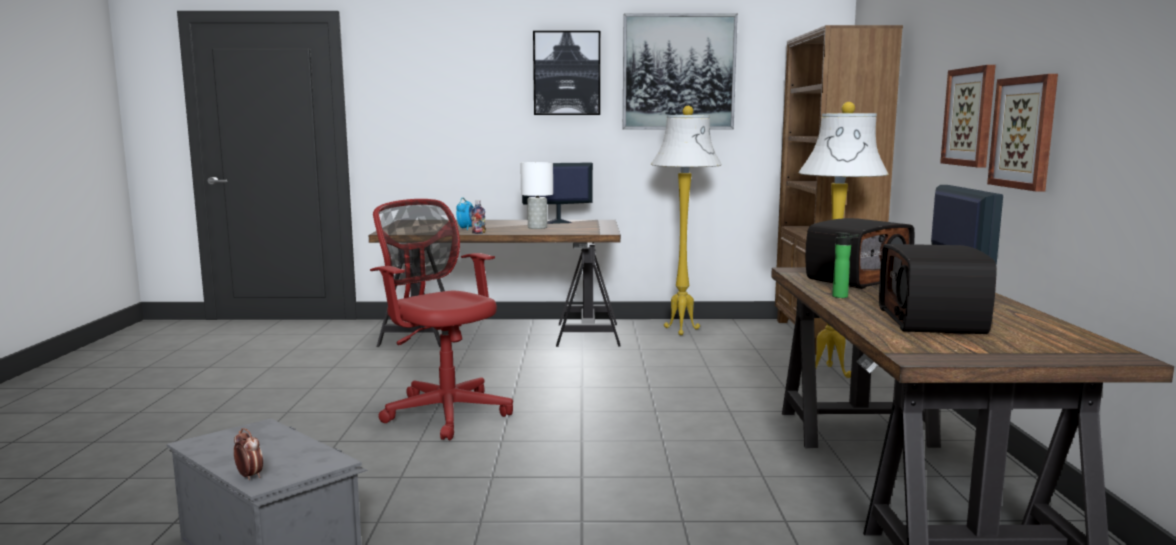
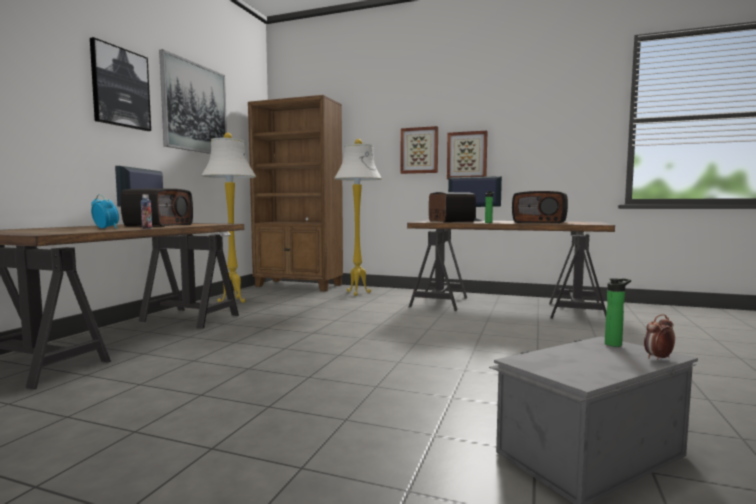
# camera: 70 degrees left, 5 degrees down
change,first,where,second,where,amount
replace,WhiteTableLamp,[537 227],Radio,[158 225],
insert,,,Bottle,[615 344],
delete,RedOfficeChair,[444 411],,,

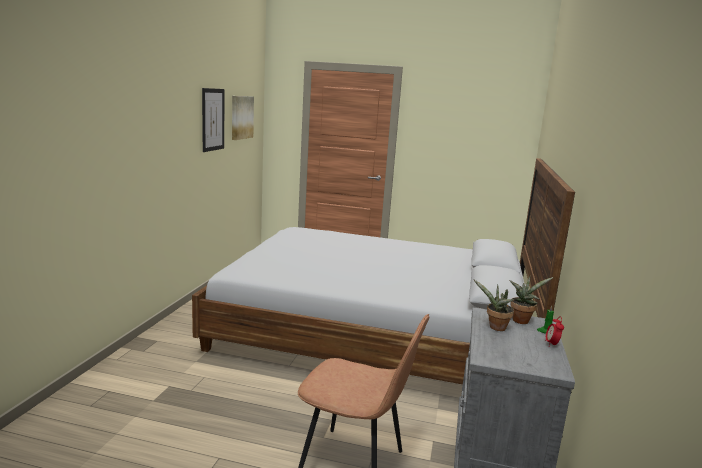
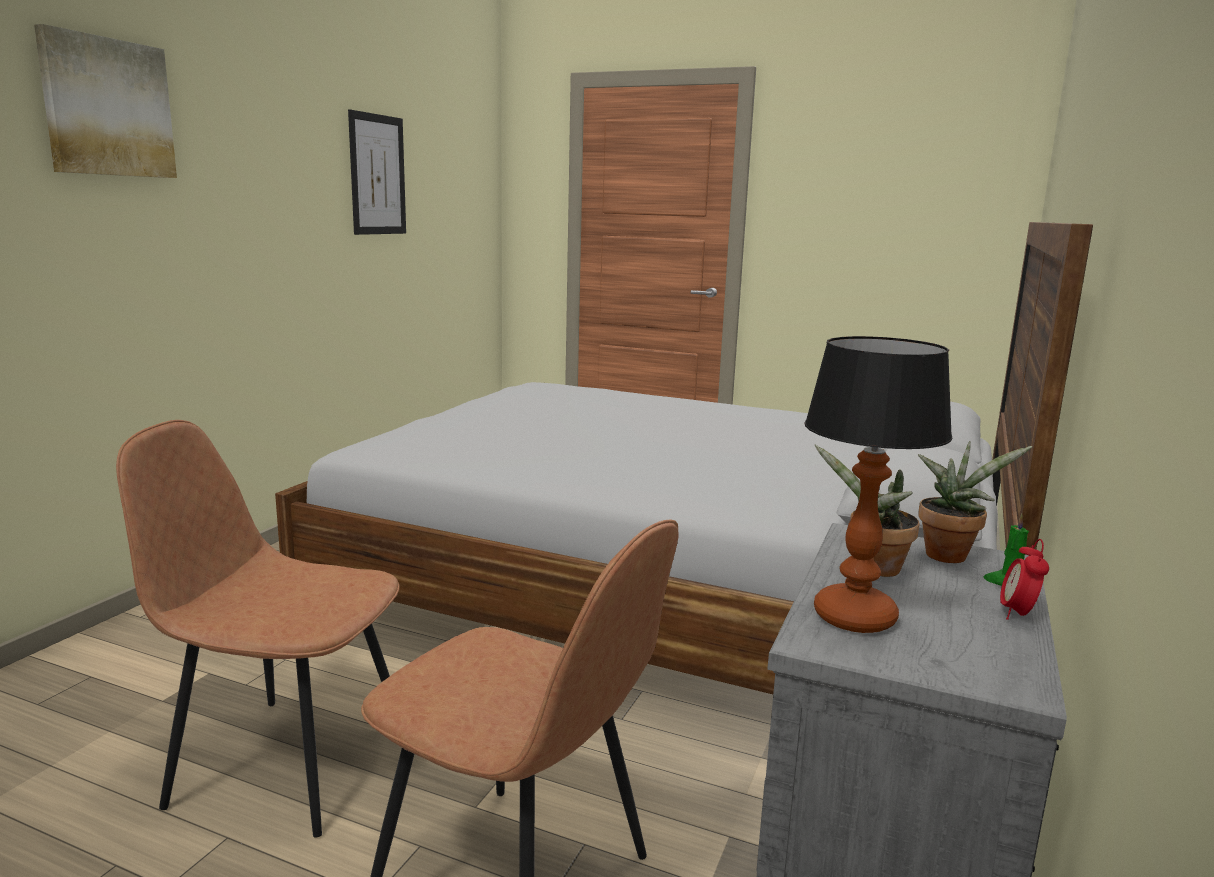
# camera: 10 degrees right, 0 degrees up
change,first,where,second,where,amount
move,Picture,[241 117],,[107 107],
insert,,,BrownChair,[286 761],
insert,,,TableLamp,[852 617],

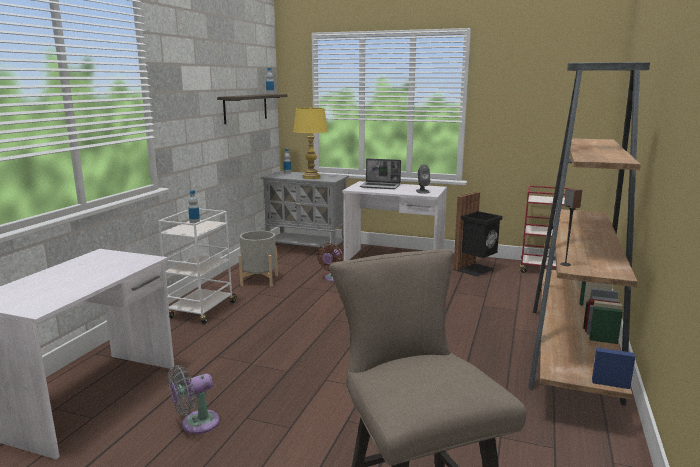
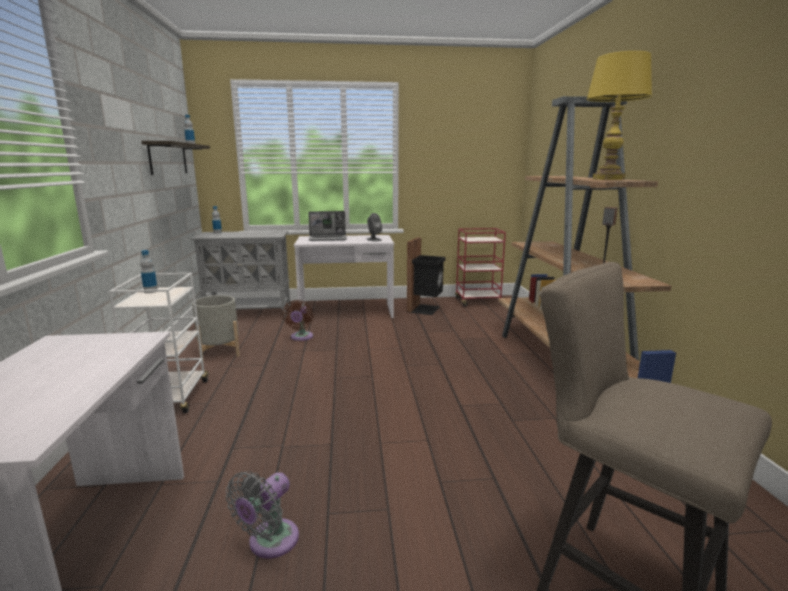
# camera: 25 degrees left, 0 degrees up
change,first,where,second,where,amount
move,YellowTableLamp,[311 177],,[608 179],

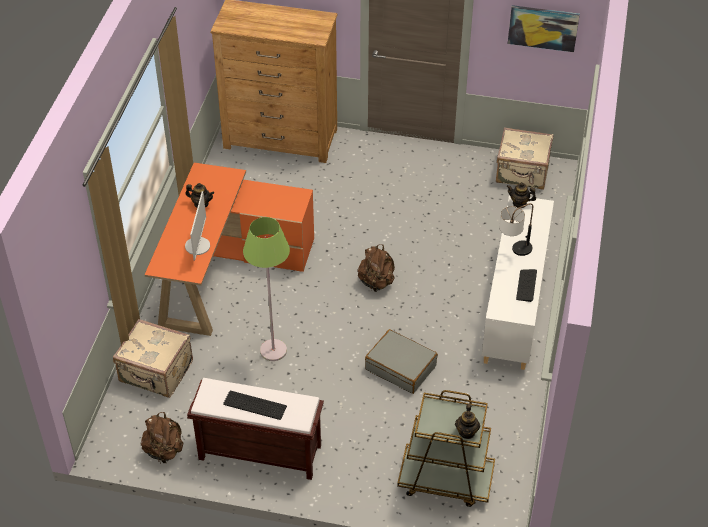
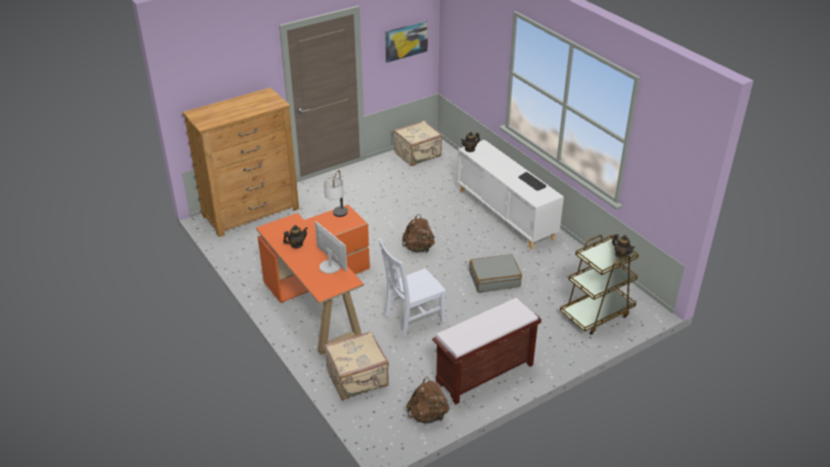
# camera: 45 degrees left, 10 degrees down
change,first,where,second,where,amount
move,TableLamp,[513 252],,[337 216],
replace,GreenFloorLamp,[273 350],WhiteChair,[412 318],
delete,Keyboard,[254 406],,,

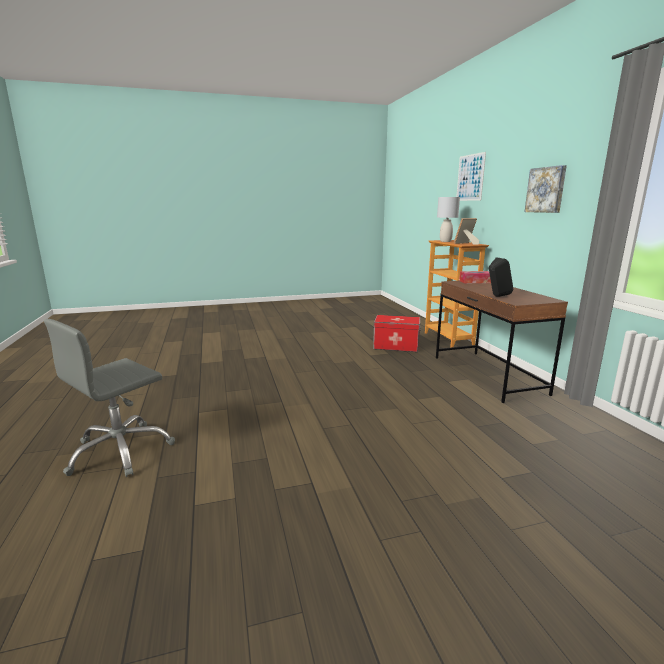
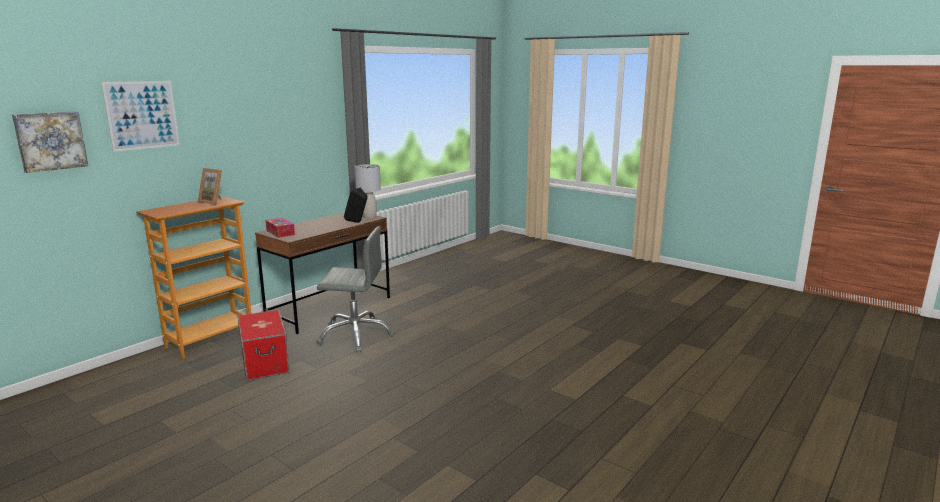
# camera: 125 degrees left, 0 degrees up
change,first,where,second,where,amount
move,Picture,[546 190],,[50 141],
move,GreyOfficeChair,[120 451],,[355 335],
move,GreyTableLamp,[445 241],,[369 217],

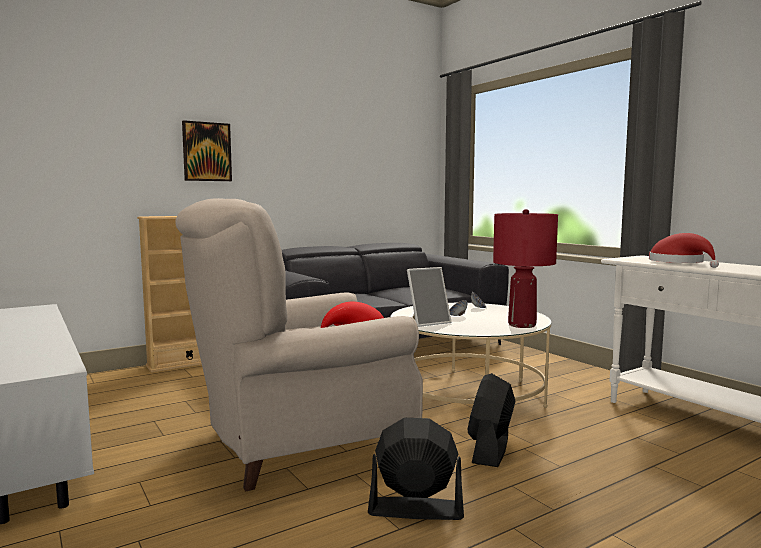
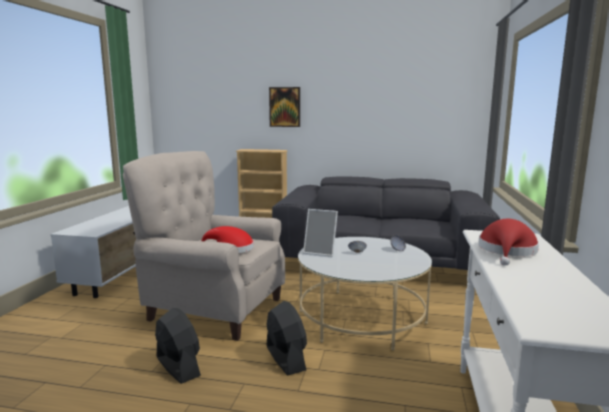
# camera: 45 degrees right, 5 degrees up
change,first,where,second,where,amount
rotate,BlackFan,[490 450],,[285 358],90 degrees clockwise
delete,RedTableLamp,[522 325],,,

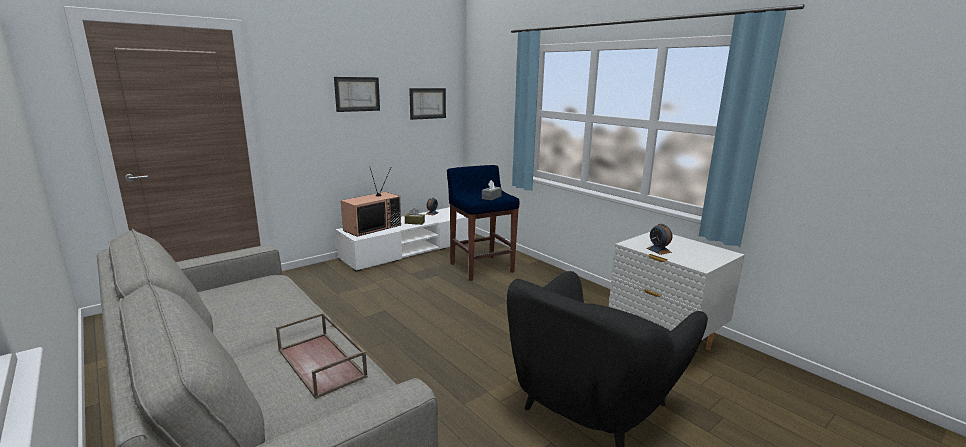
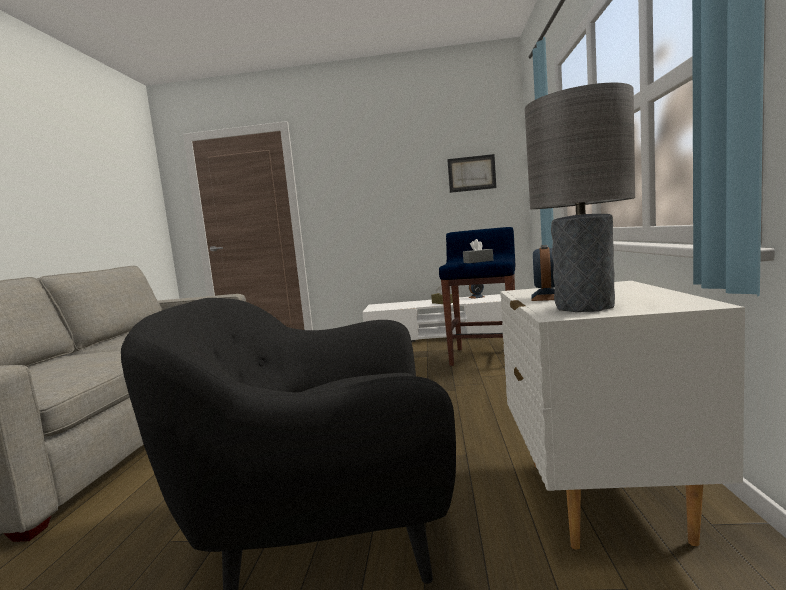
# camera: 45 degrees right, 10 degrees down
change,first,where,second,where,amount
insert,,,GreyTableLamp,[584 307],
delete,BrownTray,[322 363],,,
delete,Picture,[357 94],,,
delete,Television,[372 227],,,

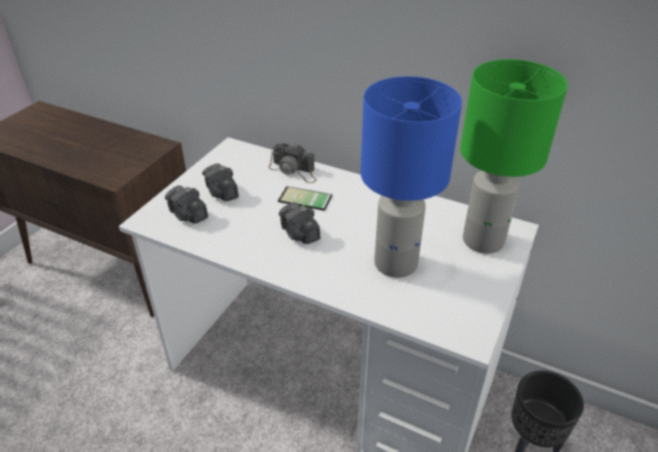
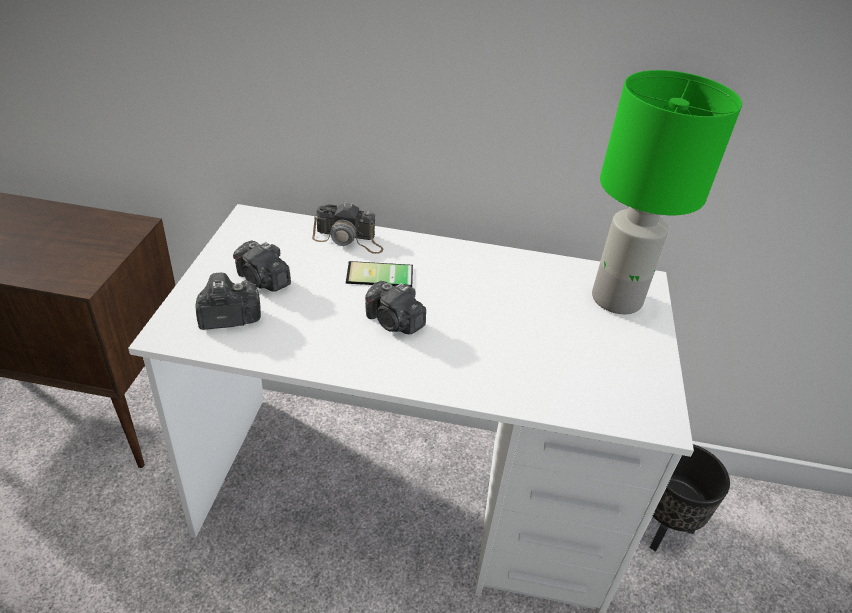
# camera: 20 degrees left, 0 degrees up
change,first,where,second,where,amount
rotate,PhotoCamera,[188 215],,[228 318],135 degrees clockwise
delete,BlueTableLamp,[397 263],,,

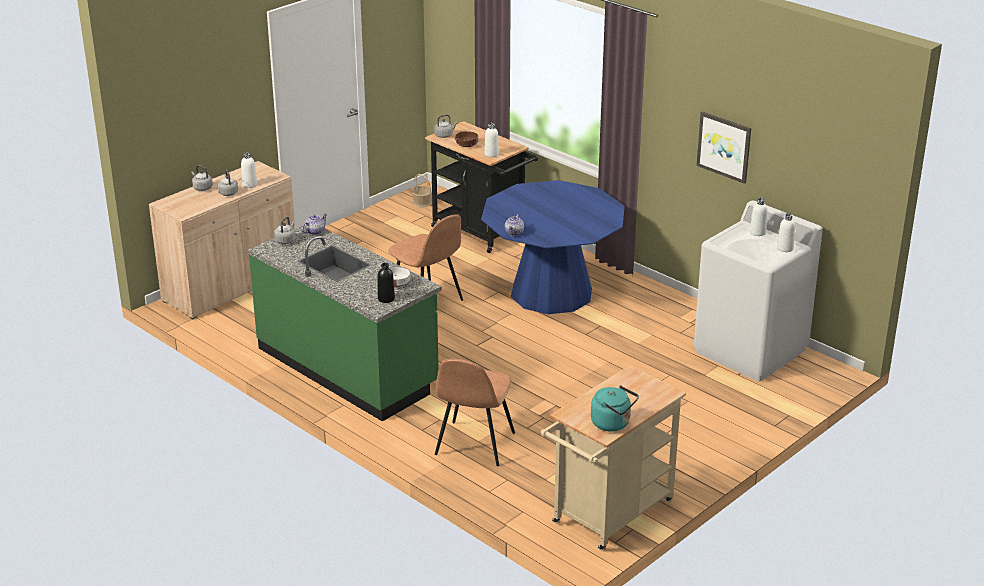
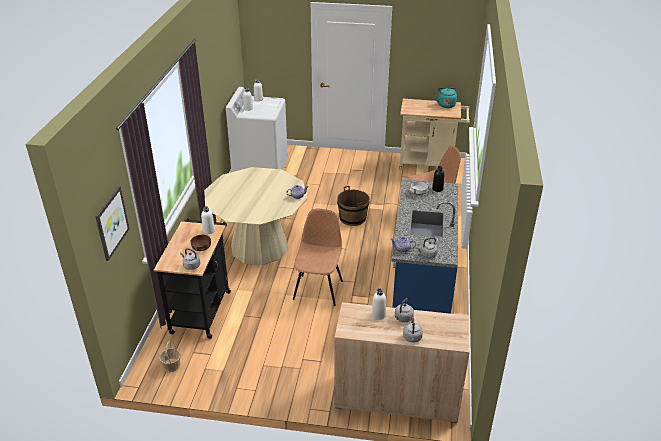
# camera: 125 degrees left, 5 degrees up
change,first,where,second,where,amount
move,Picture,[724 146],,[111 222],
recolor,BlueDiningTable,[551 293],BeigeDiningTable,[259 247],
insert,,,BrownBucket,[352 218],
recolor,GreenCounter,[348 367],BlueCounter,[420 283],

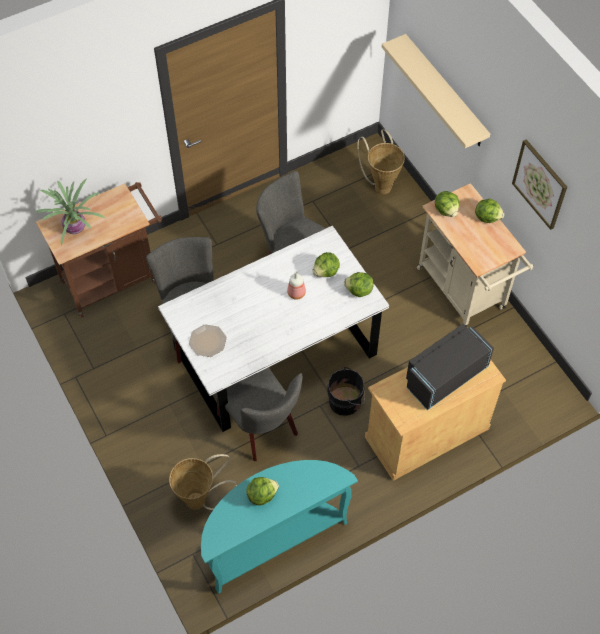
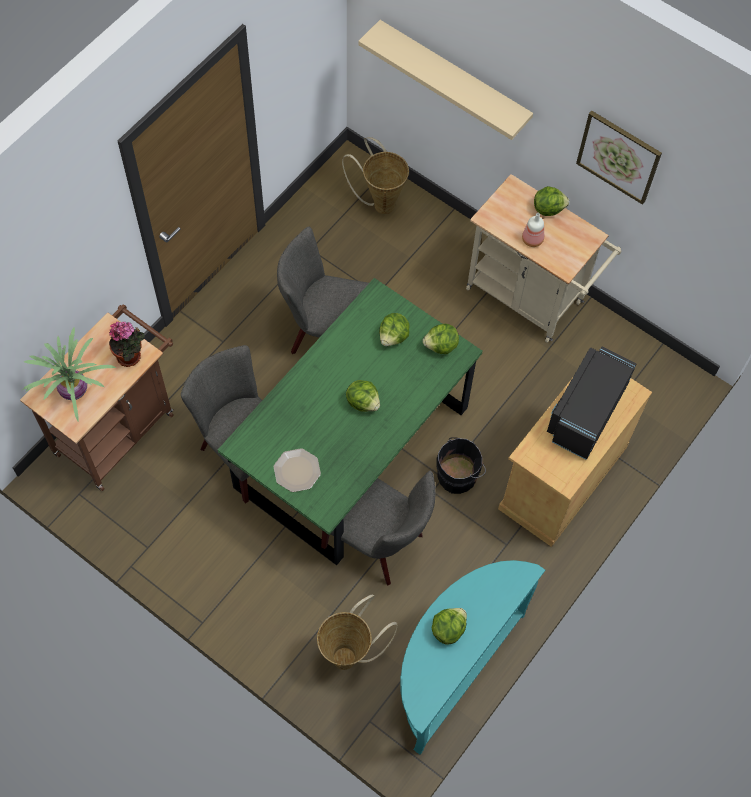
# camera: 25 degrees left, 5 degrees up
change,first,where,second,where,amount
insert,,,PottedPlant,[131 356],
recolor,WhiteDiningTable,[275 351],GreenDiningTable,[351 446],
move,Lettuce,[446 210],,[363 402],
move,Bottle,[297 293],,[533 239],

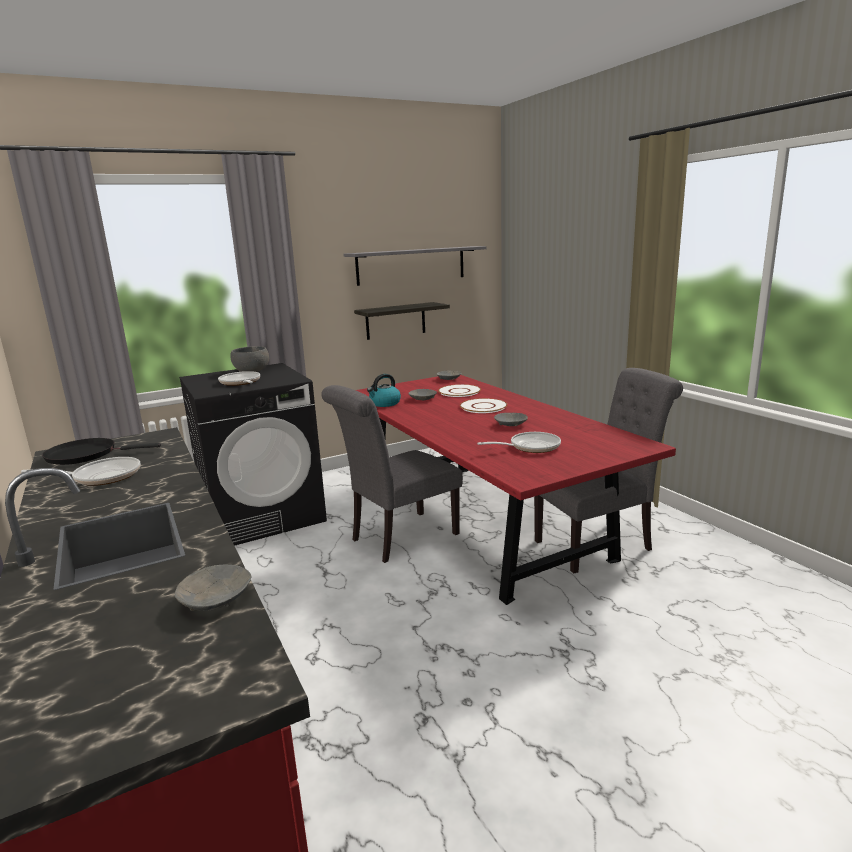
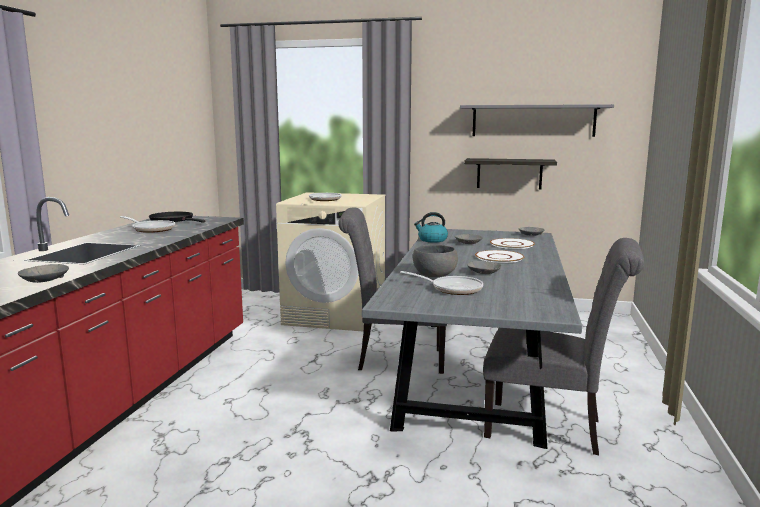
# camera: 40 degrees right, 5 degrees down
change,first,where,second,where,amount
recolor,BlackWashingMachine,[263 515],BeigeWashingMachine,[336 315],
recolor,RedDiningTable,[480 521],GreyDiningTable,[475 372],
move,GreyBowl,[252 371],,[435 275],

